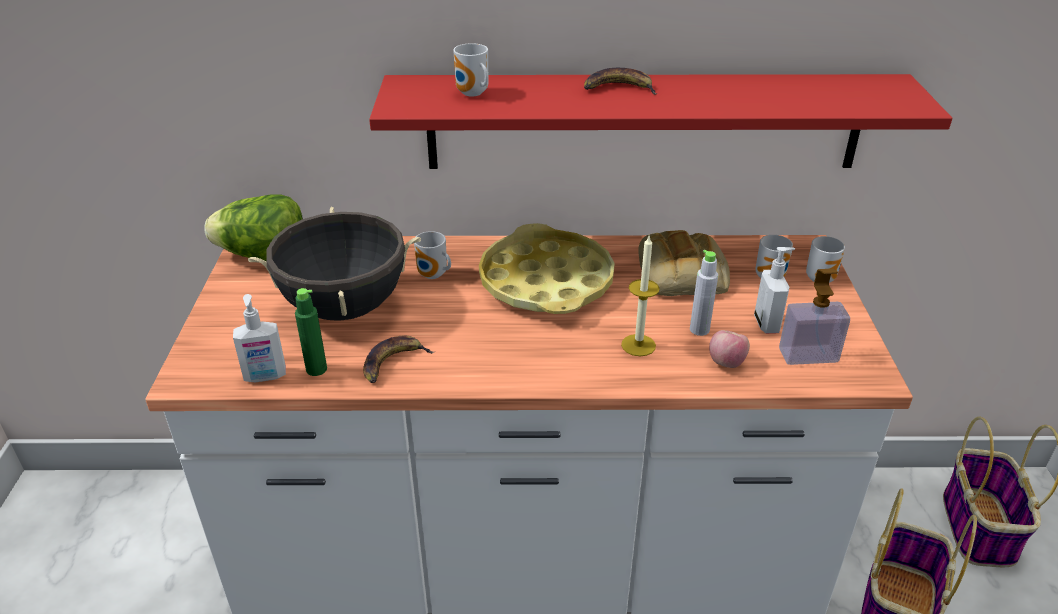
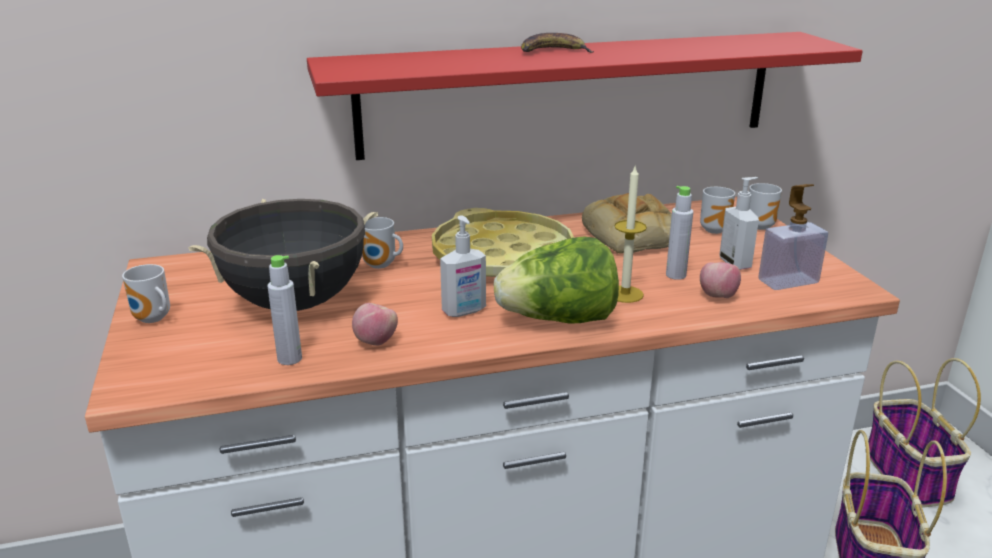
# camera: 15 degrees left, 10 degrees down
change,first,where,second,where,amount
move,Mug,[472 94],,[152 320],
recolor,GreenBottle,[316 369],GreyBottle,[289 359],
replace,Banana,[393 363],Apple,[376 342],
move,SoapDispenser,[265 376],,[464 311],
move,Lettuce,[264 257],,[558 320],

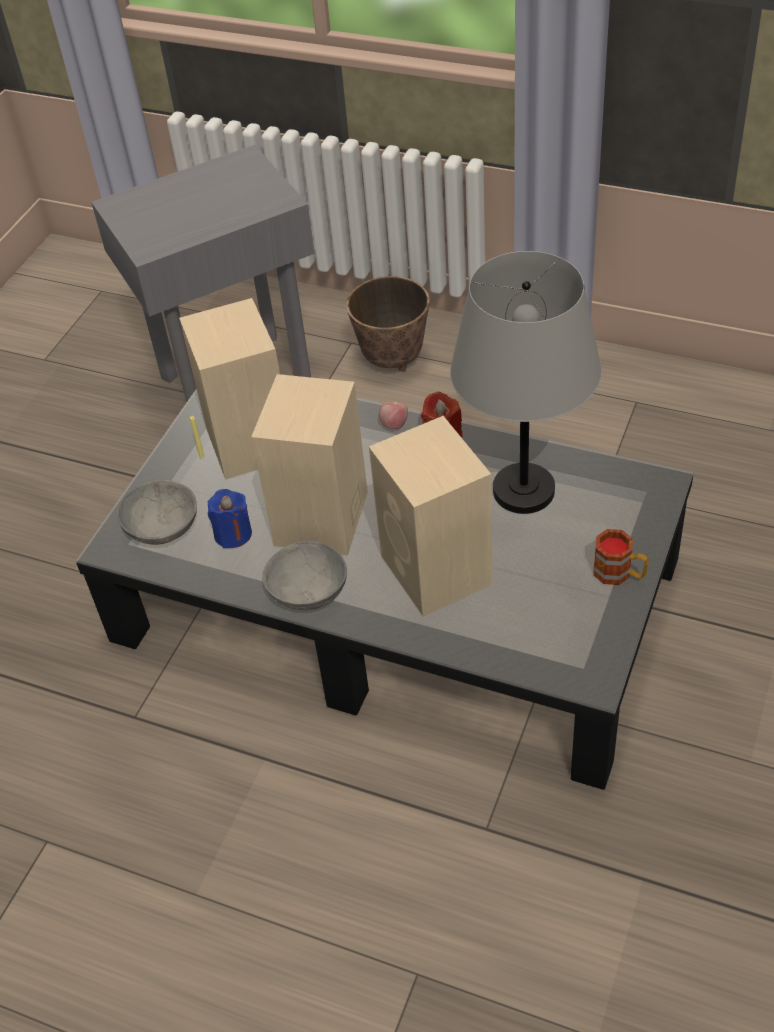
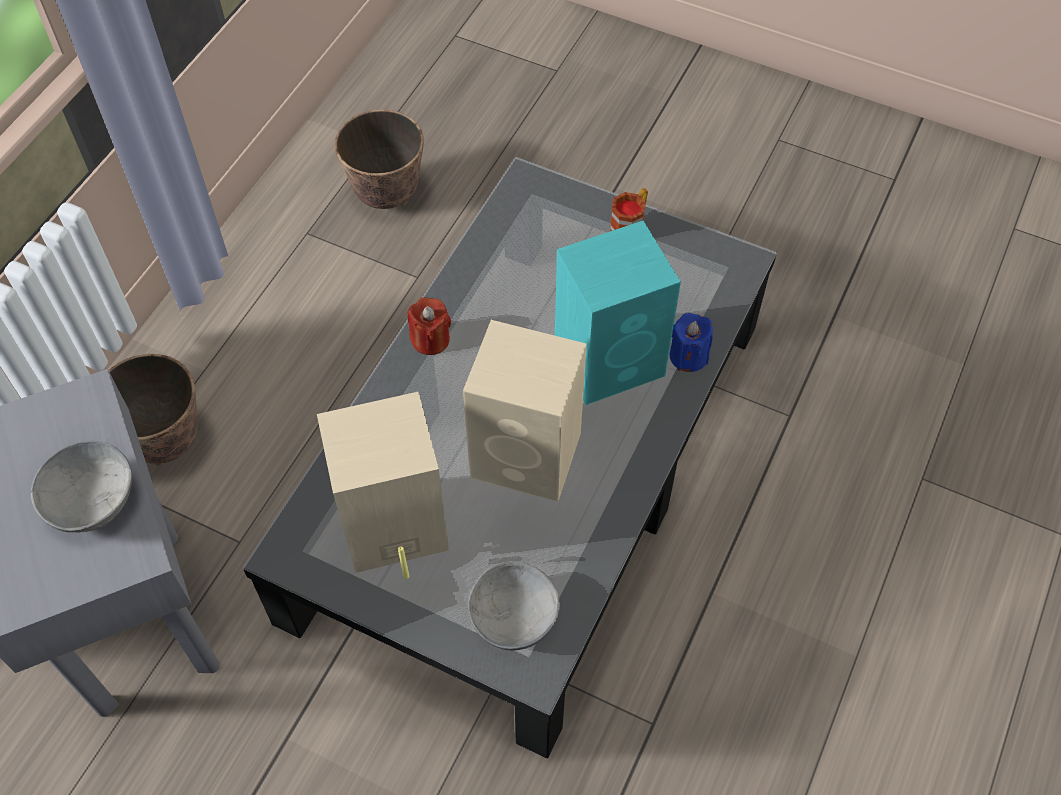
# camera: 90 degrees left, 10 degrees up
change,first,where,second,where,amount
move,GreyBowl,[308 592],,[93 500],
insert,,,Planter,[386 195],
recolor,BeigeSpeaker,[437 571],TurquoiseSpeaker,[611 359],
move,BlueCandle,[233 534],,[688 356],
delete,Apple,[394 424],,,
delete,GreyTableLamp,[524 491],,,

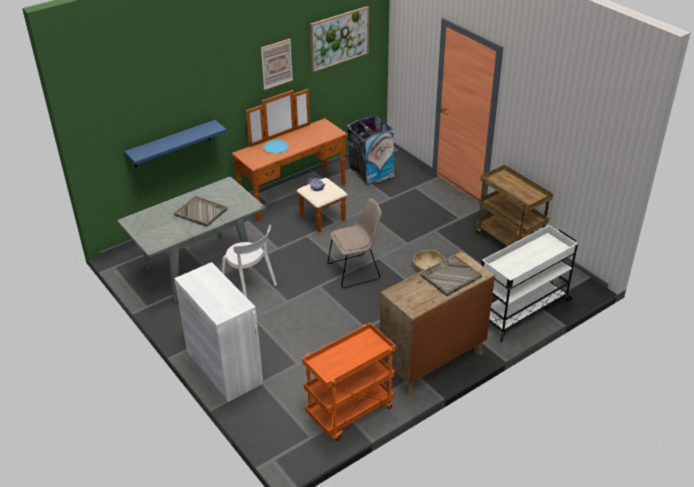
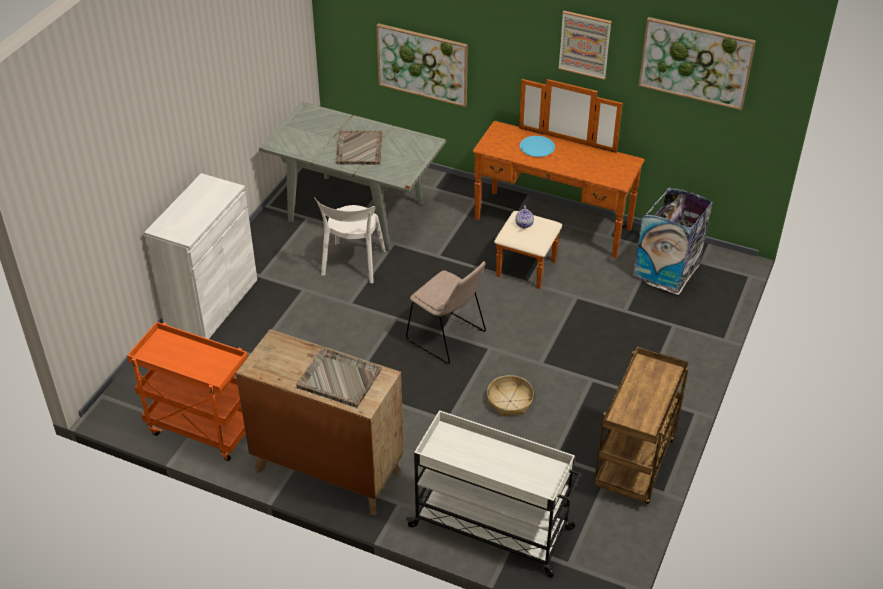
# camera: 60 degrees right, 5 degrees up
change,first,where,second,where,amount
replace,BlueShelf,[172 144],Picture,[422 64],

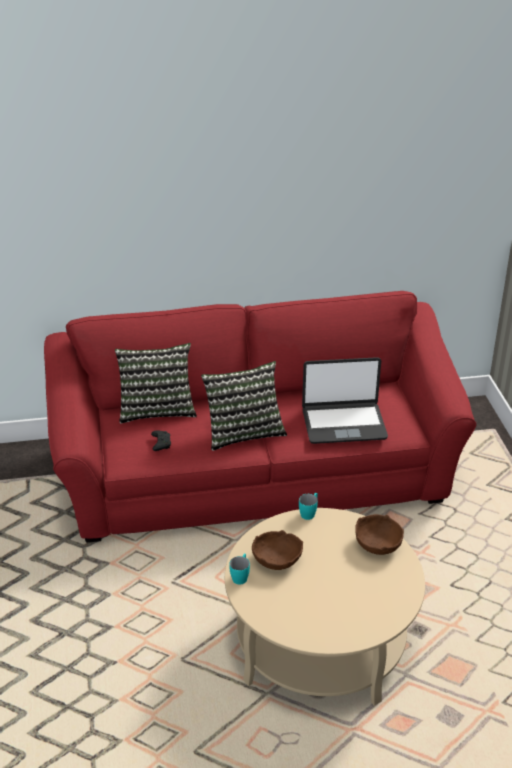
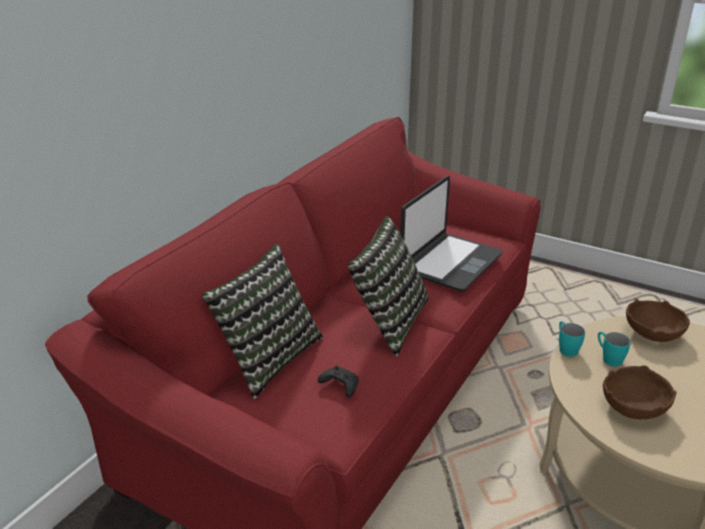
# camera: 50 degrees left, 5 degrees down
change,first,where,second,where,amount
move,TurquoiseMug,[240 576],,[608 358],

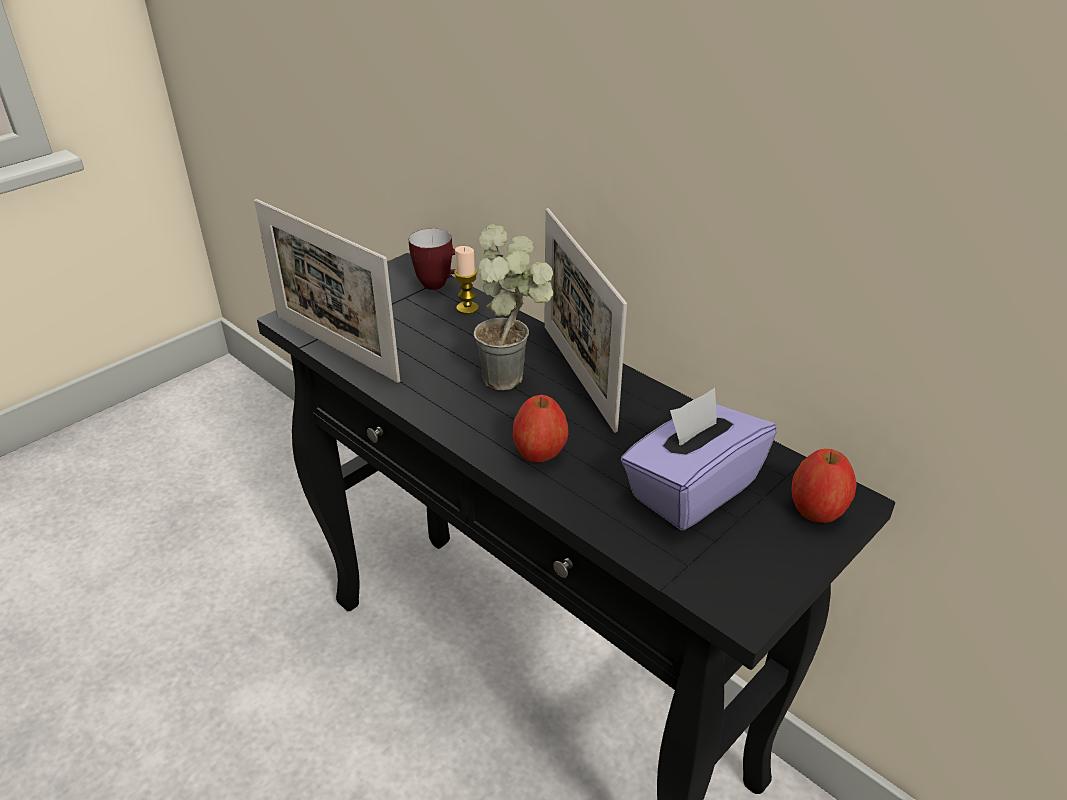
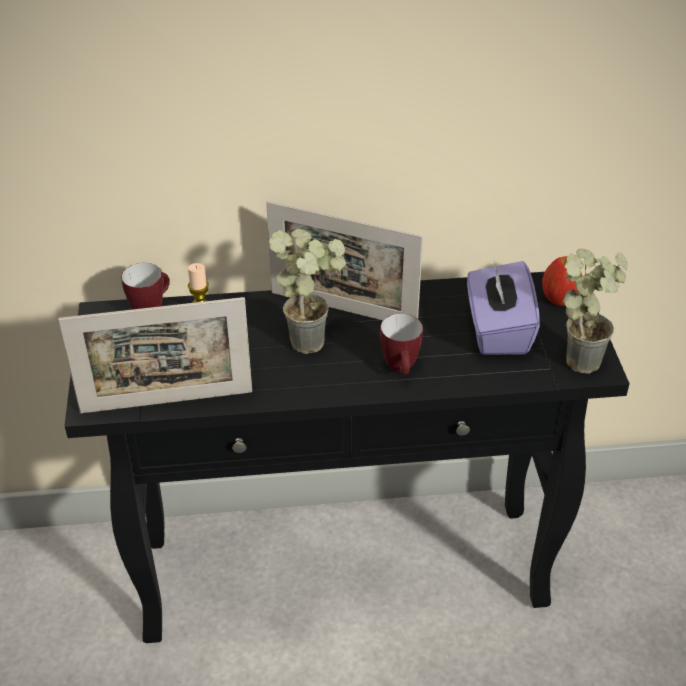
# camera: 50 degrees left, 5 degrees up
change,first,where,second,where,amount
replace,Apple,[539 454],Mug,[401 370],
insert,,,PottedPlant,[583 355],

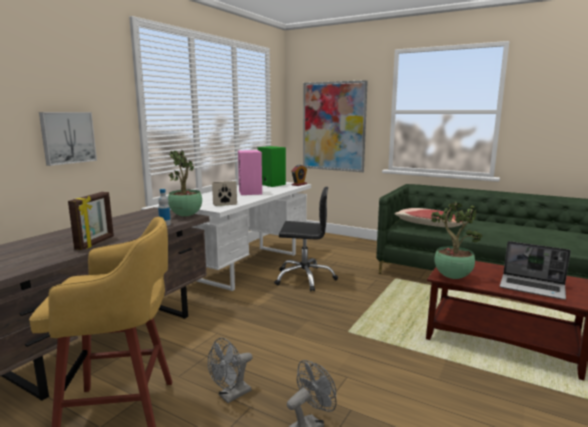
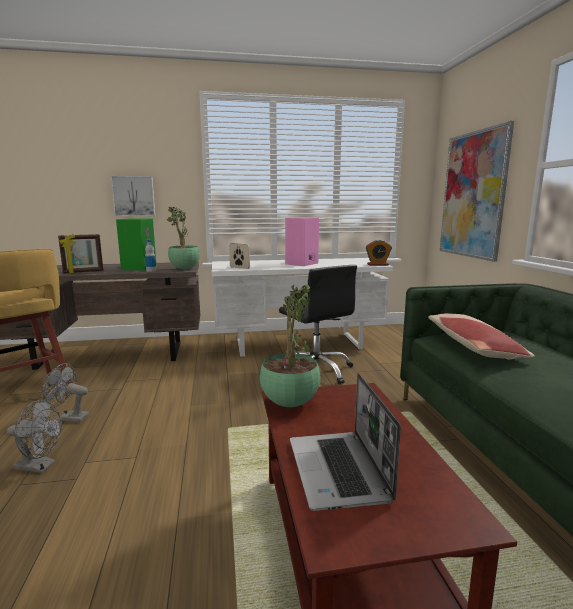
# camera: 50 degrees right, 0 degrees up
change,first,where,second,where,amount
move,GreenSpeaker,[271 184],,[139 268],

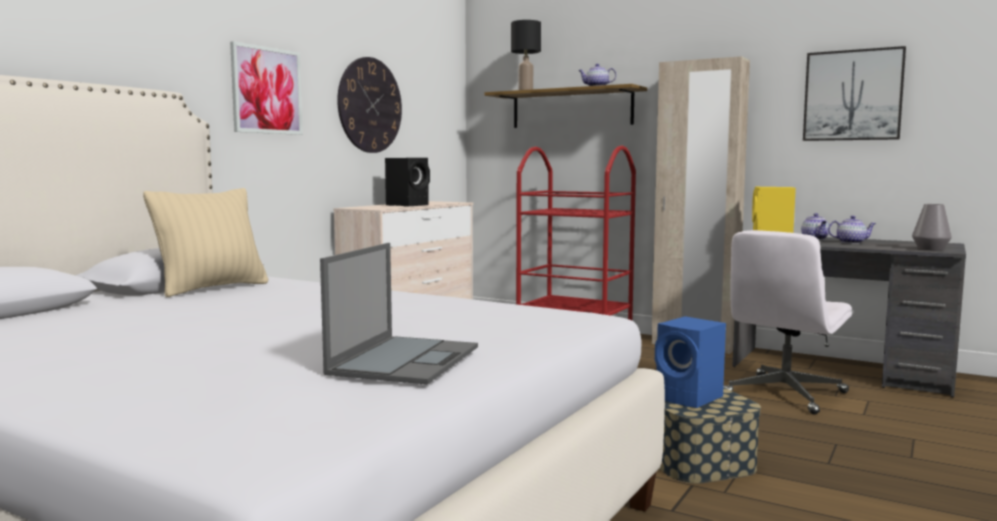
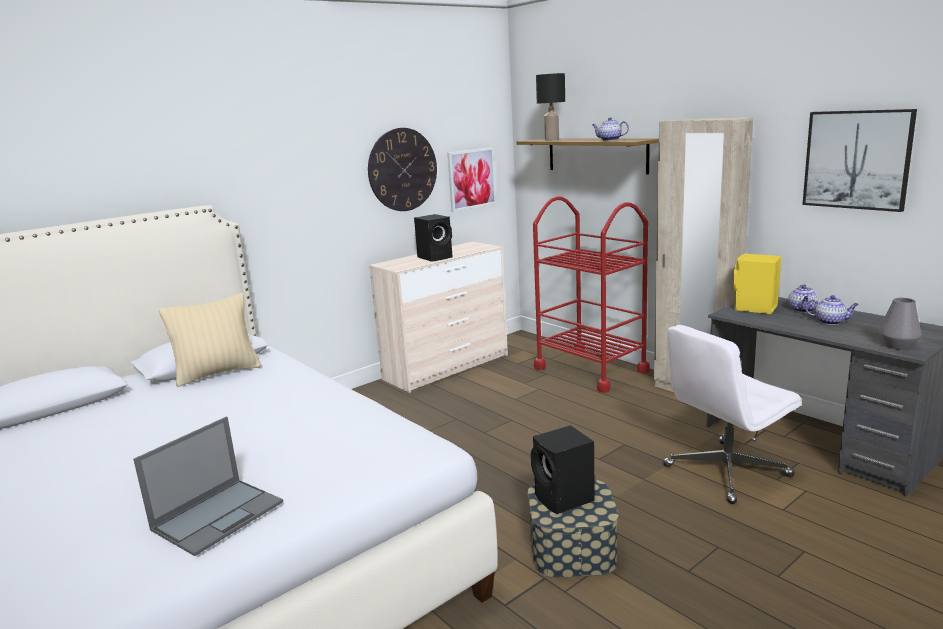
# camera: 20 degrees right, 10 degrees up
change,first,where,second,where,amount
move,Picture,[266 90],,[472 179],
recolor,BlueSpeaker,[690 398],BlackSpeaker,[564 499],

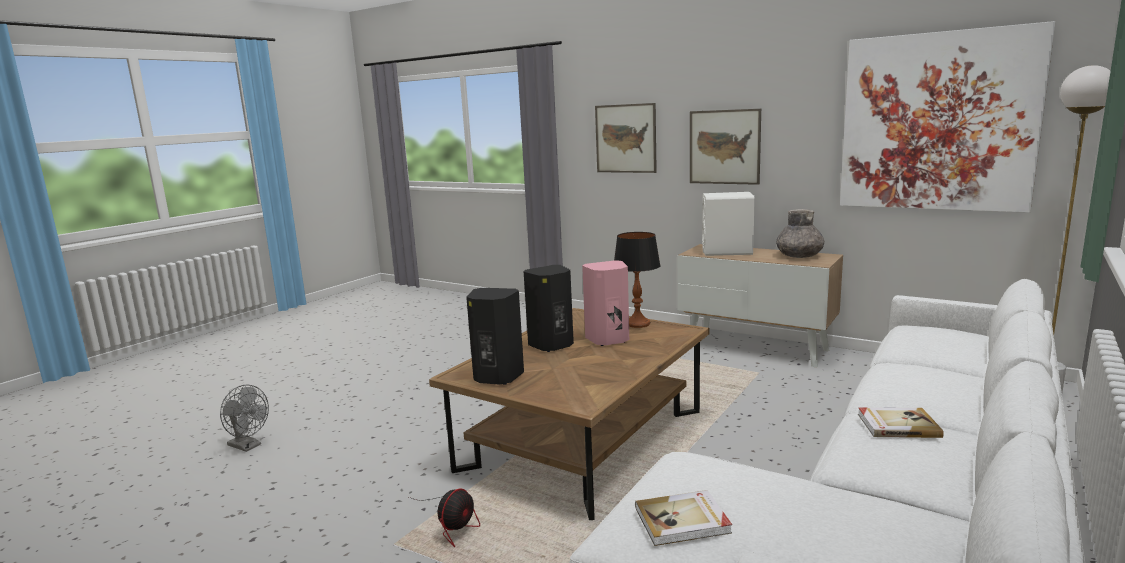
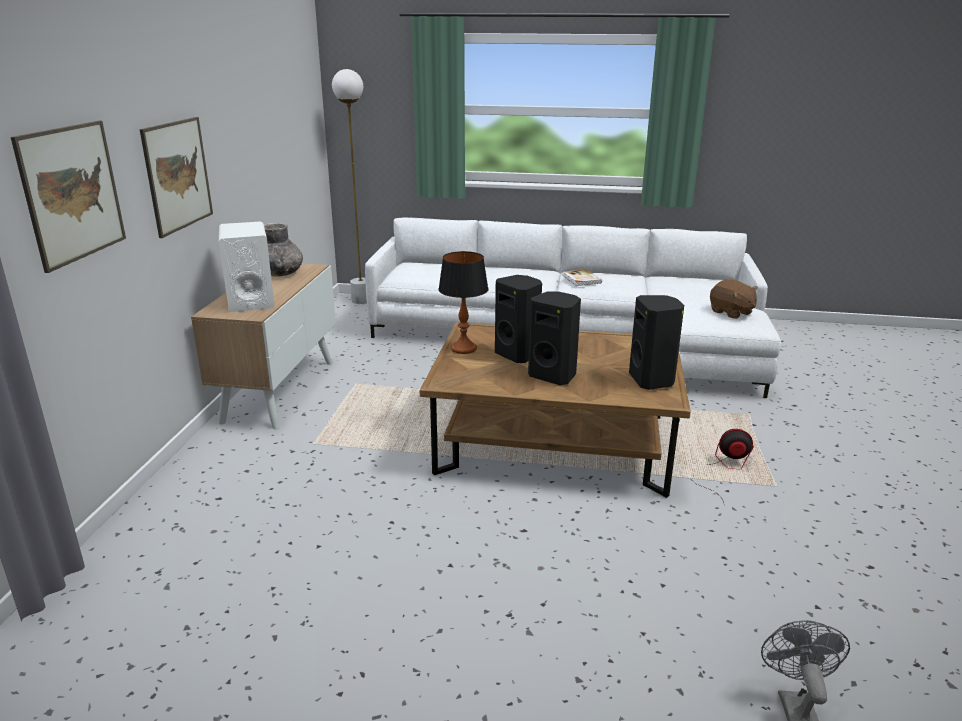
# camera: 115 degrees left, 10 degrees up
change,first,where,second,where,amount
recolor,PinkSpeaker,[608 340],BlackSpeaker,[518 355],
replace,Book,[683 521],BrownPlushToy,[731 312],
delete,Picture,[937 122],,,

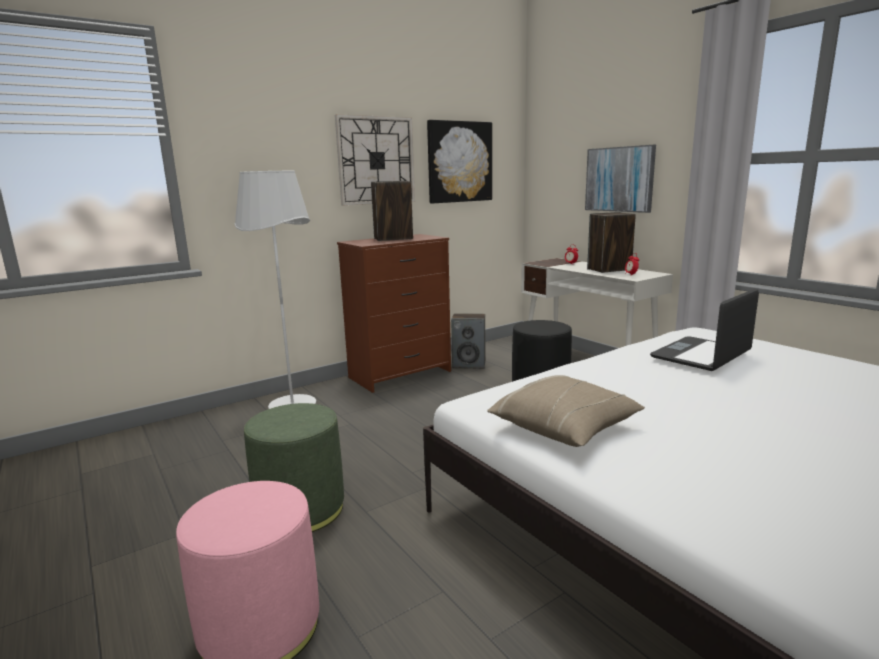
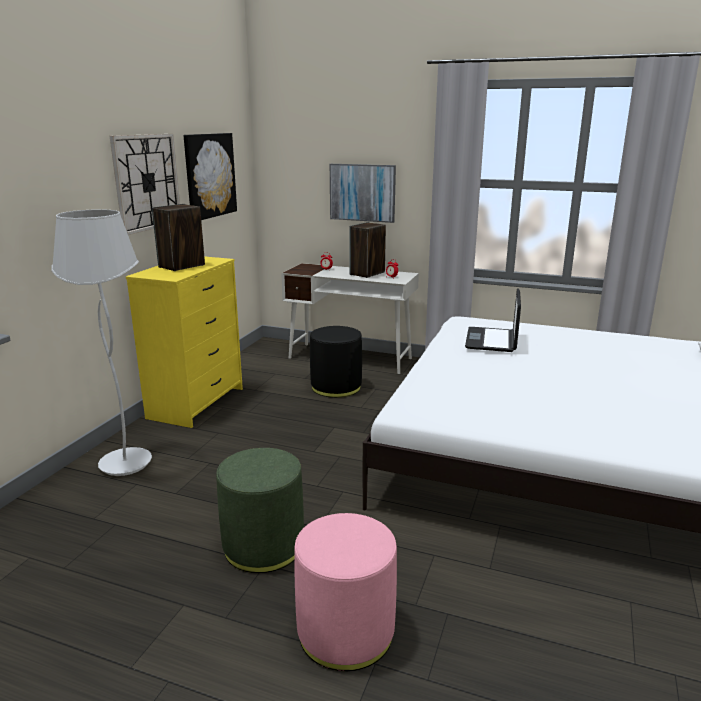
# camera: 35 degrees left, 5 degrees up
change,first,where,second,where,amount
recolor,BrownDresser,[400 374],YellowDresser,[197 403],
delete,Speaker,[469 364],,,
delete,BeigePillow,[565 428],,,

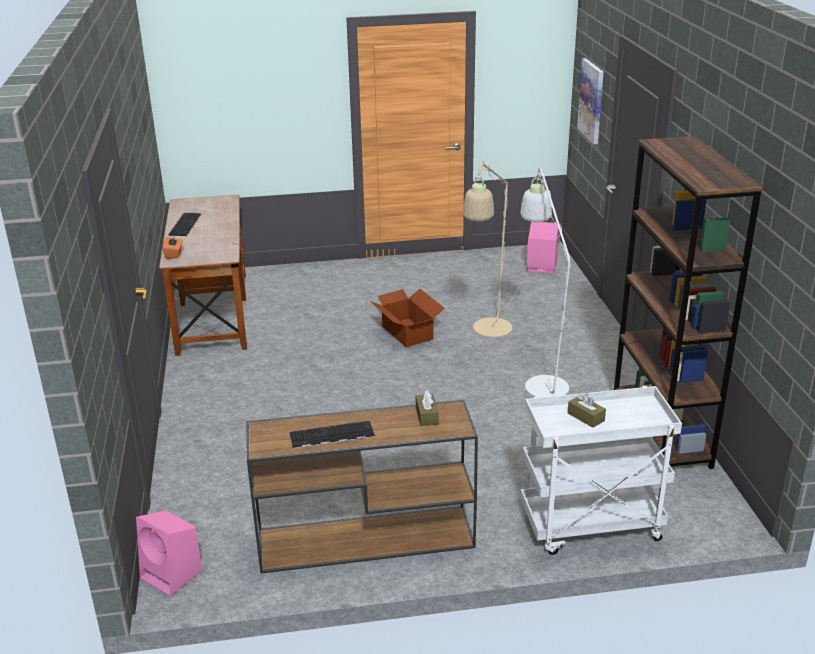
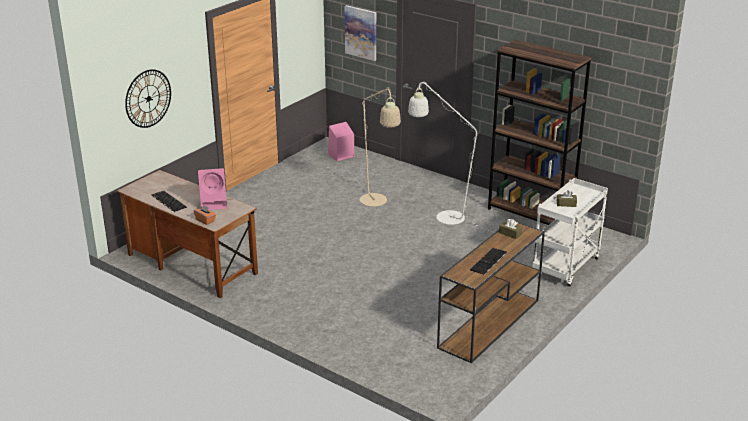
# camera: 45 degrees left, 0 degrees up
change,first,where,second,where,amount
insert,,,WallClock,[148 98],
move,PinkSpeaker,[173 574],,[214 203],
delete,CardboardBox,[407 332],,,

